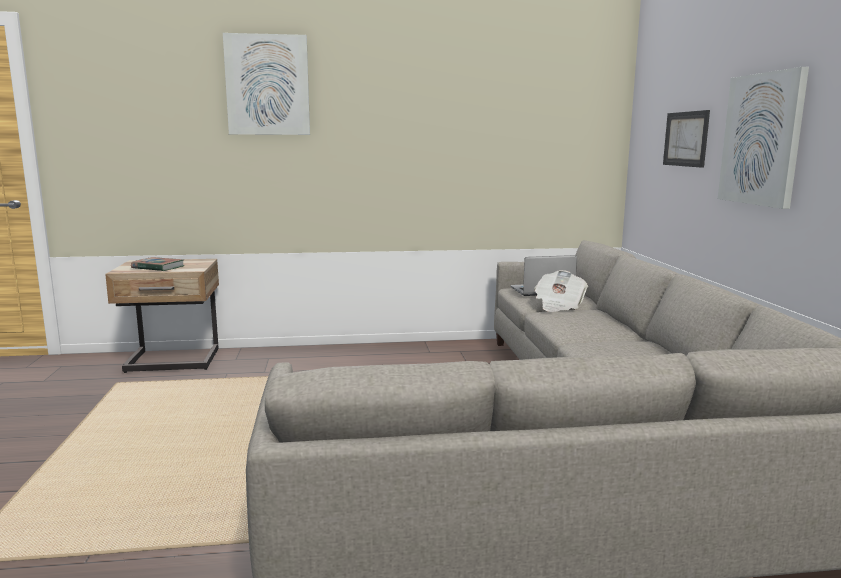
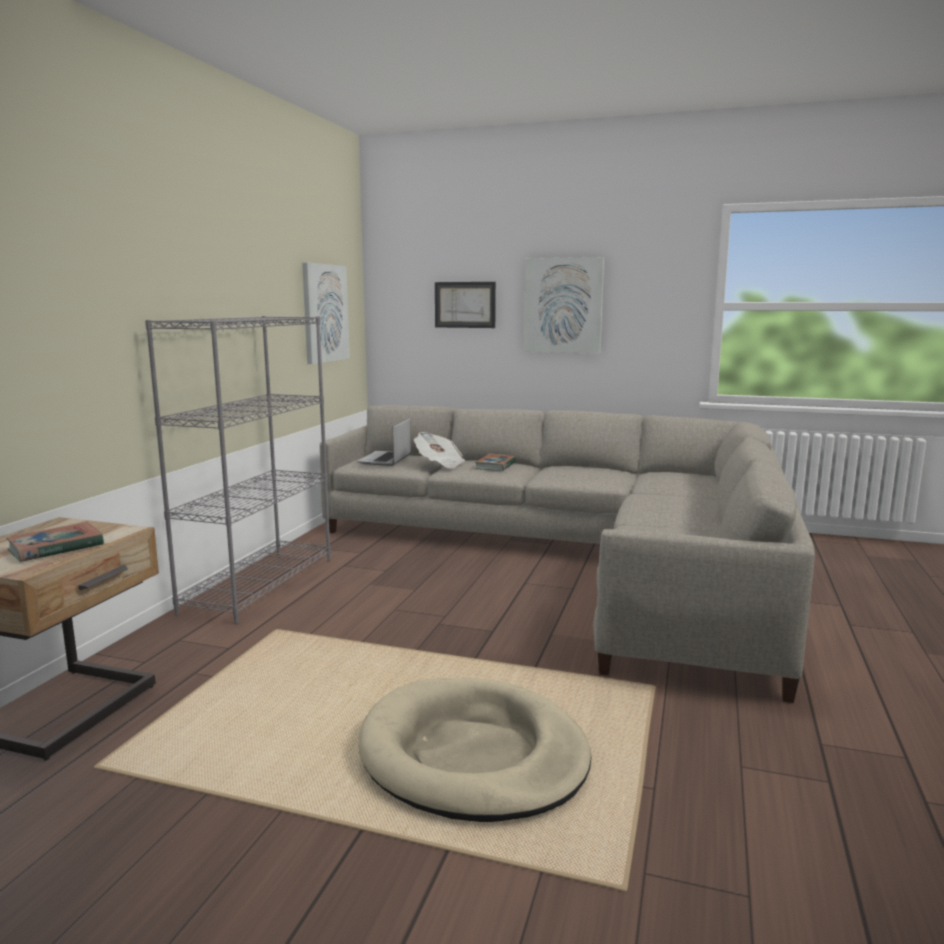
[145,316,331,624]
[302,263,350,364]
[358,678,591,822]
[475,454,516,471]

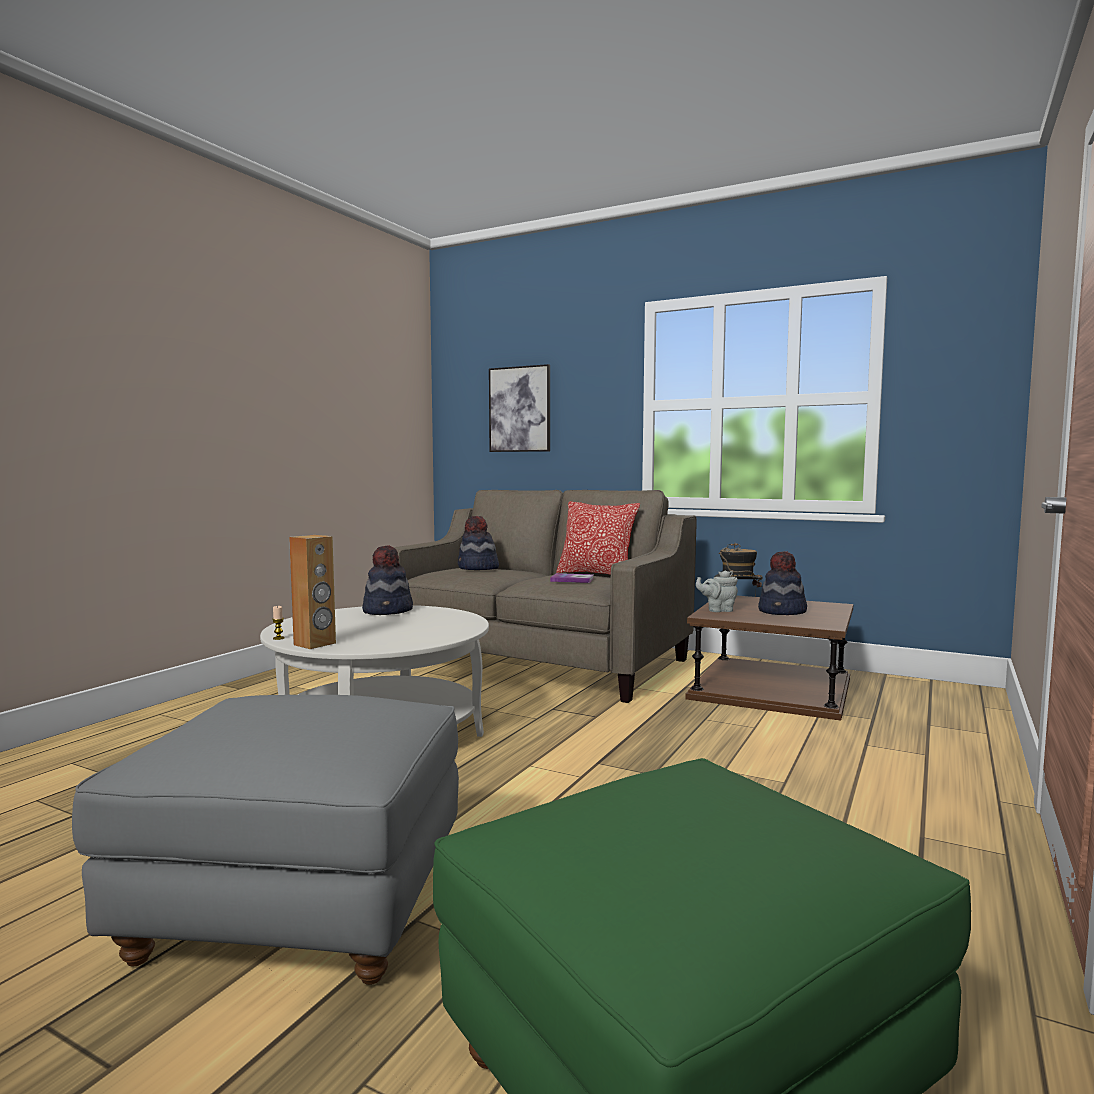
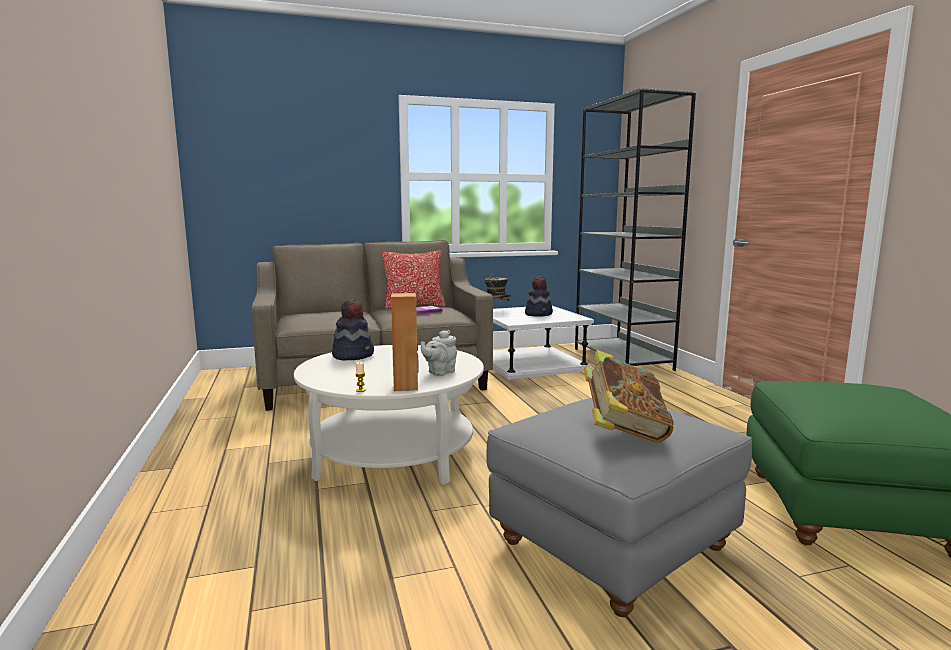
[421,330,457,376]
[493,306,594,380]
[575,88,696,371]
[584,350,674,443]
[458,516,499,570] (first image)
[489,364,550,452] (first image)

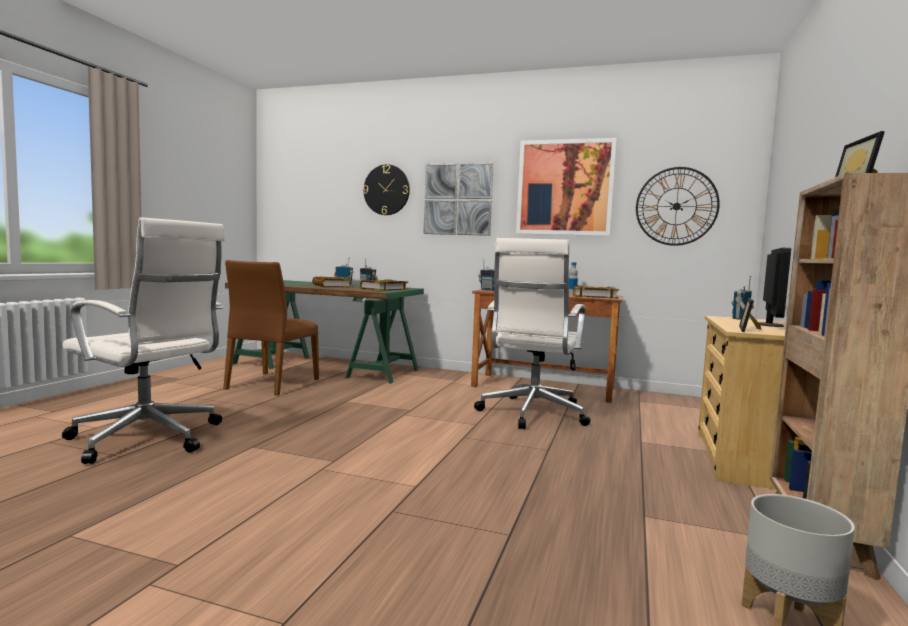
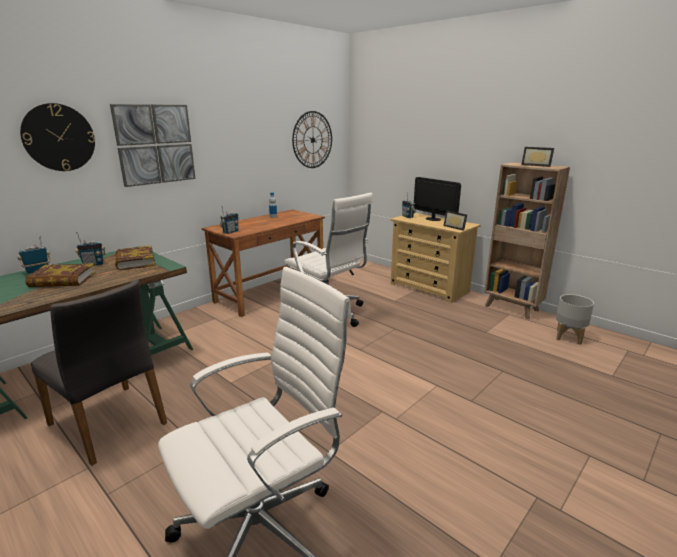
[31,280,167,466]
[516,138,617,236] (first image)
[573,285,619,299] (first image)

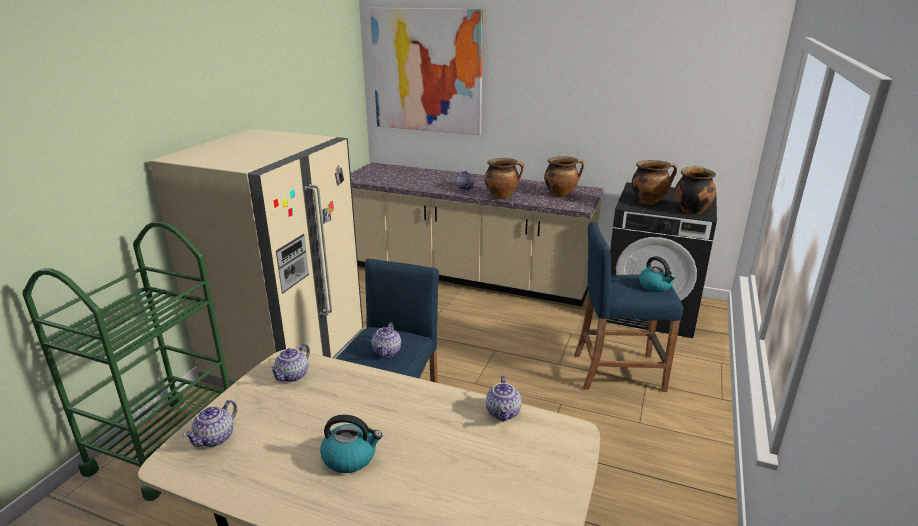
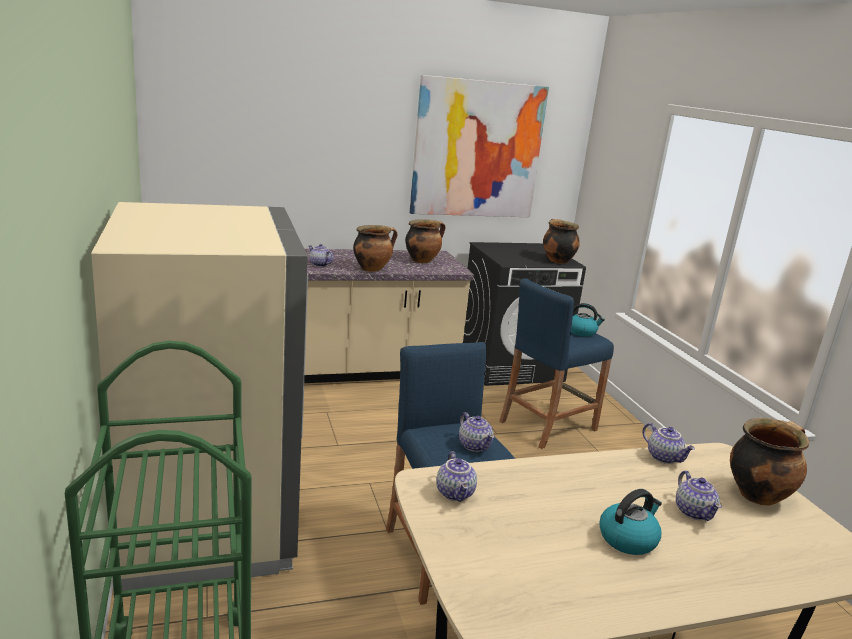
[409,75,549,217]
[676,471,722,521]
[730,418,809,506]

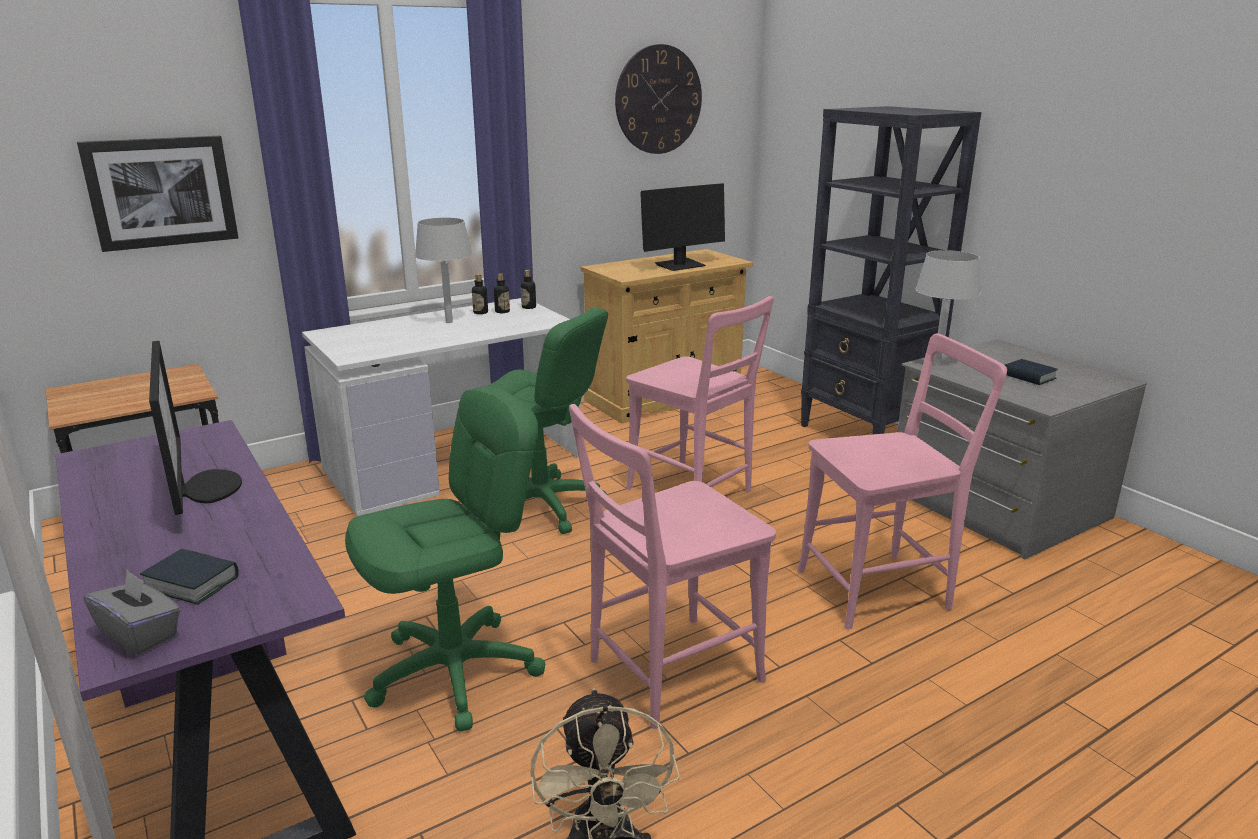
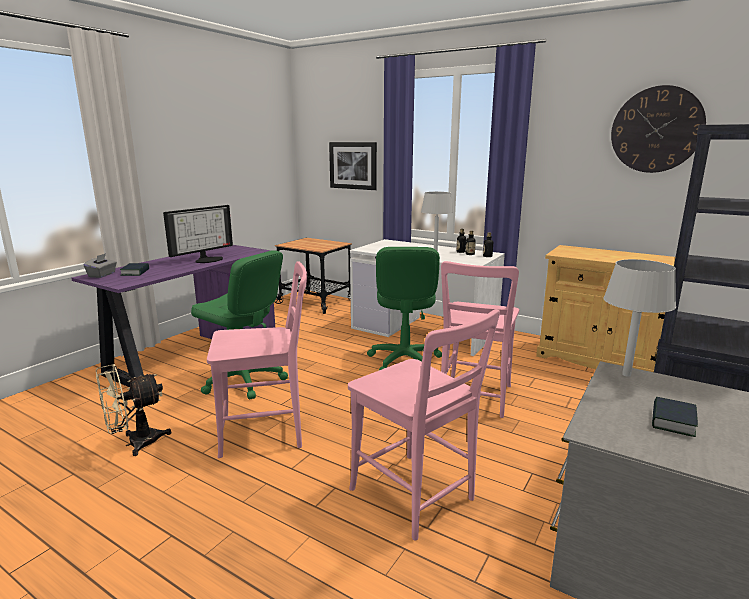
[207,261,307,458]
[640,183,725,271] (first image)

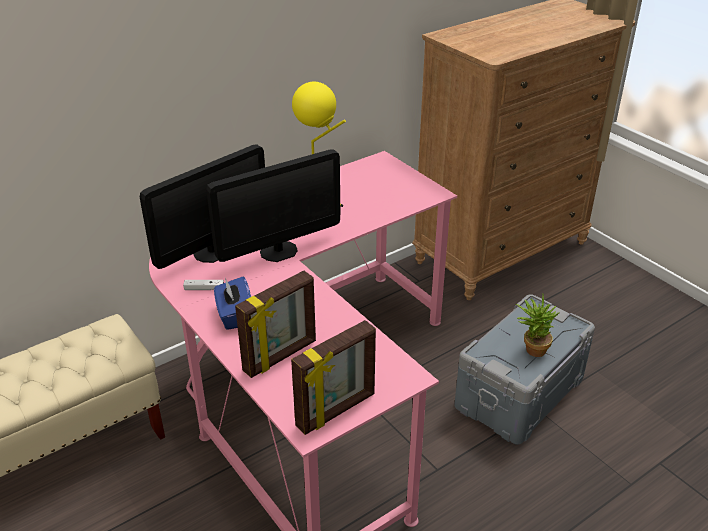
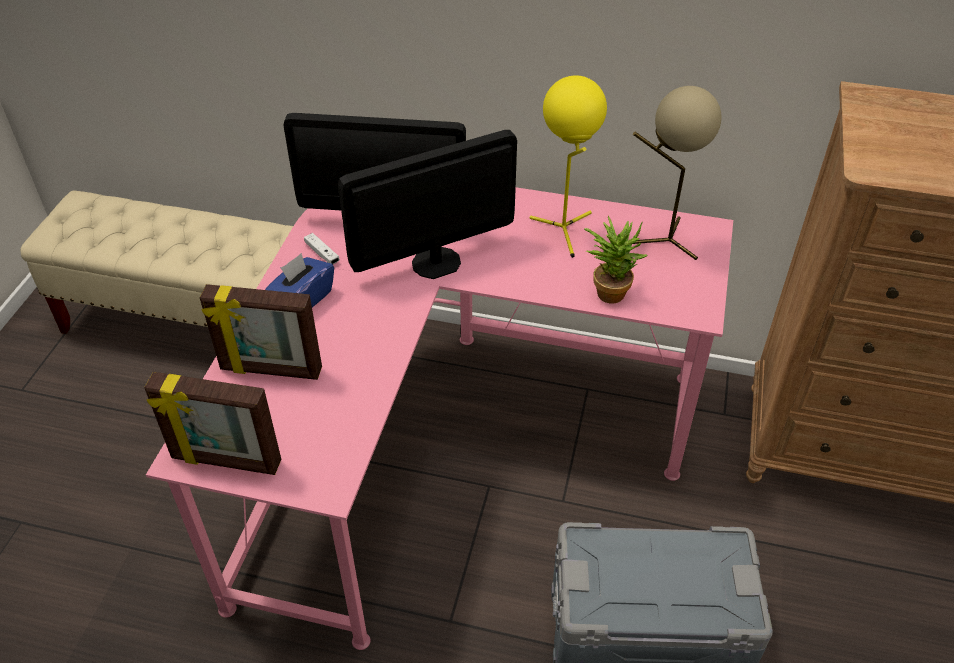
[338,130,517,279]
[584,216,648,304]
[633,86,721,260]

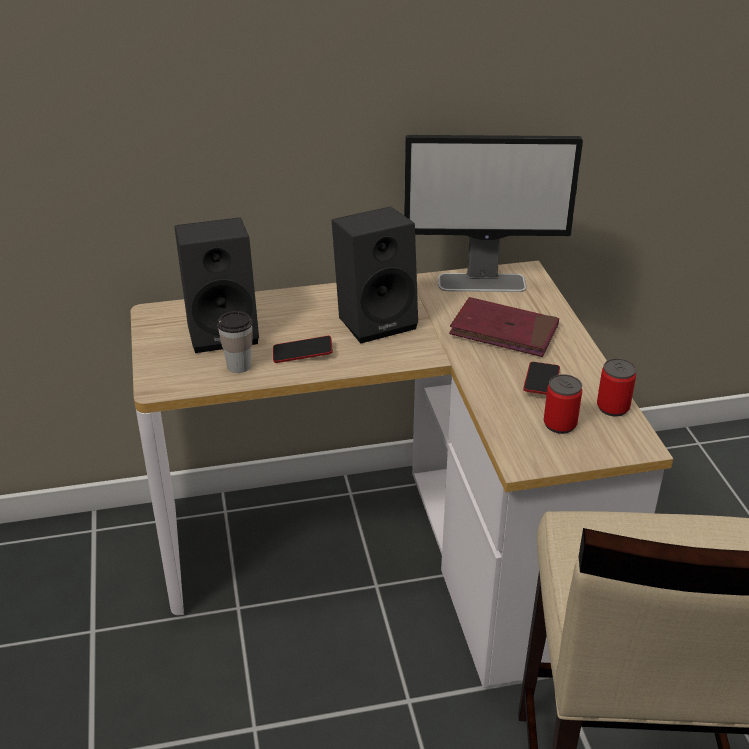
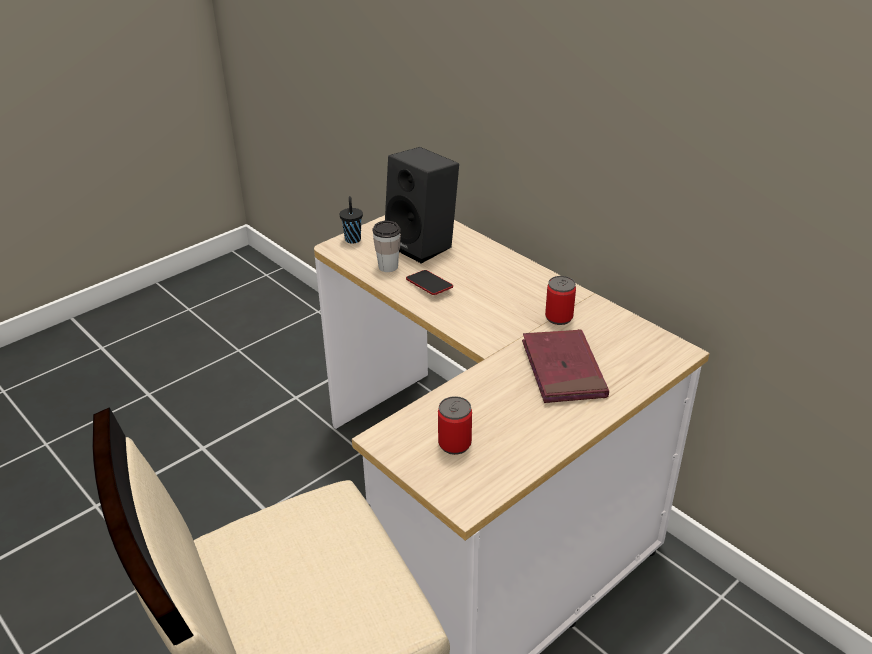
[340,196,363,244]
[545,276,576,325]
[332,207,418,344] (first image)
[404,135,583,292] (first image)
[523,362,560,395] (first image)

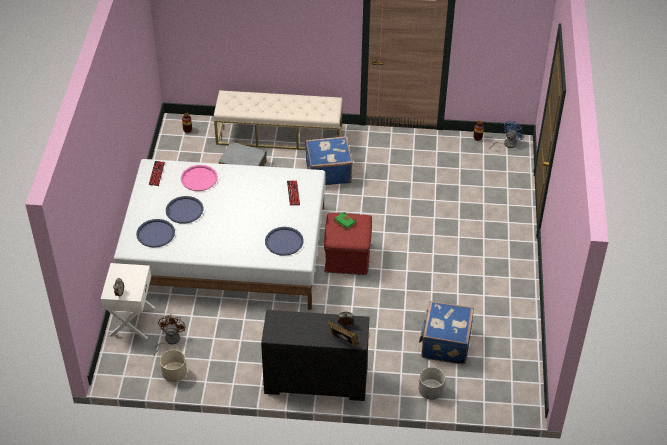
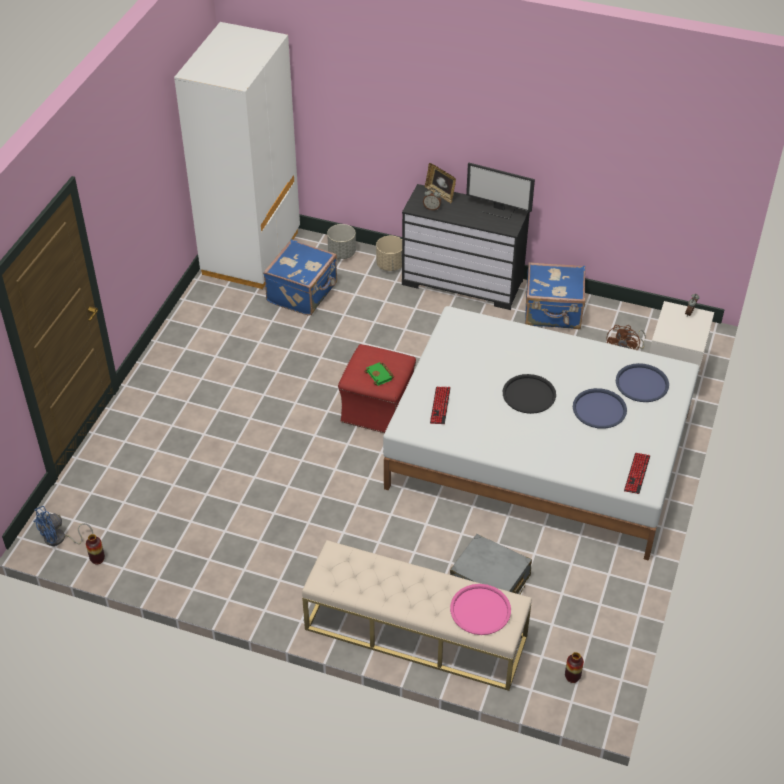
[174,22,300,289]
[376,236,402,271]
[450,584,511,635]
[466,162,535,219]
[503,374,556,414]
[525,262,585,329]
[265,227,304,256] (first image)

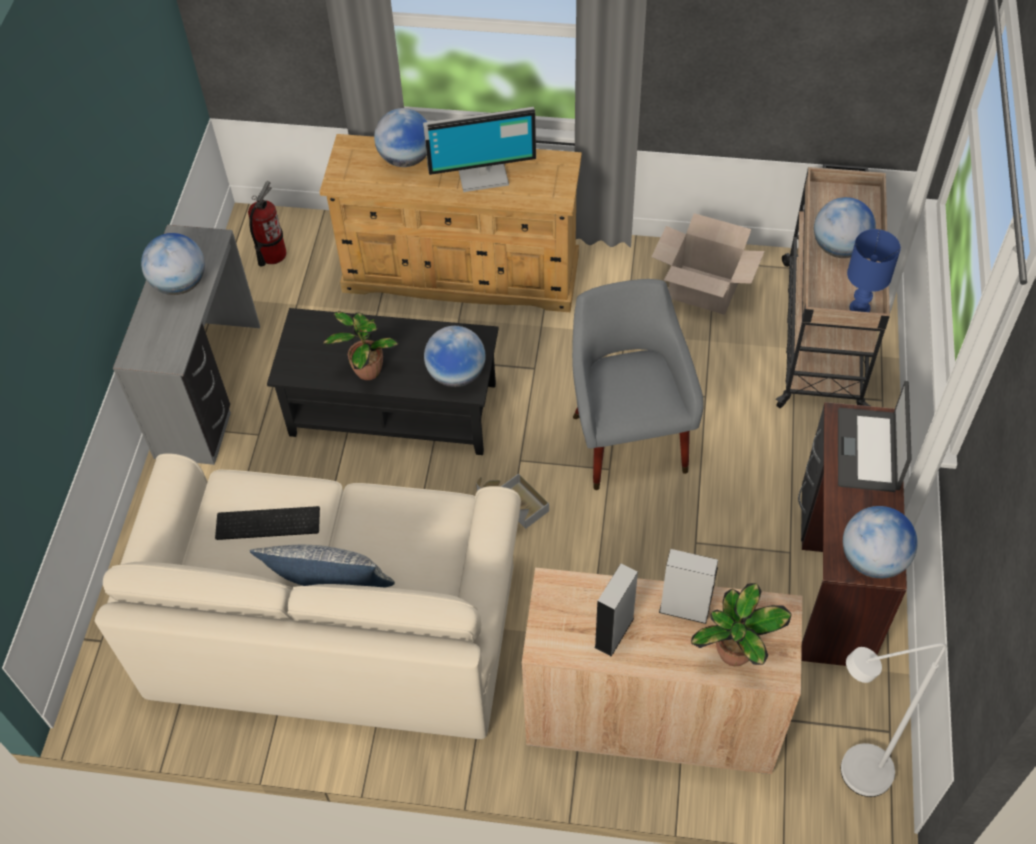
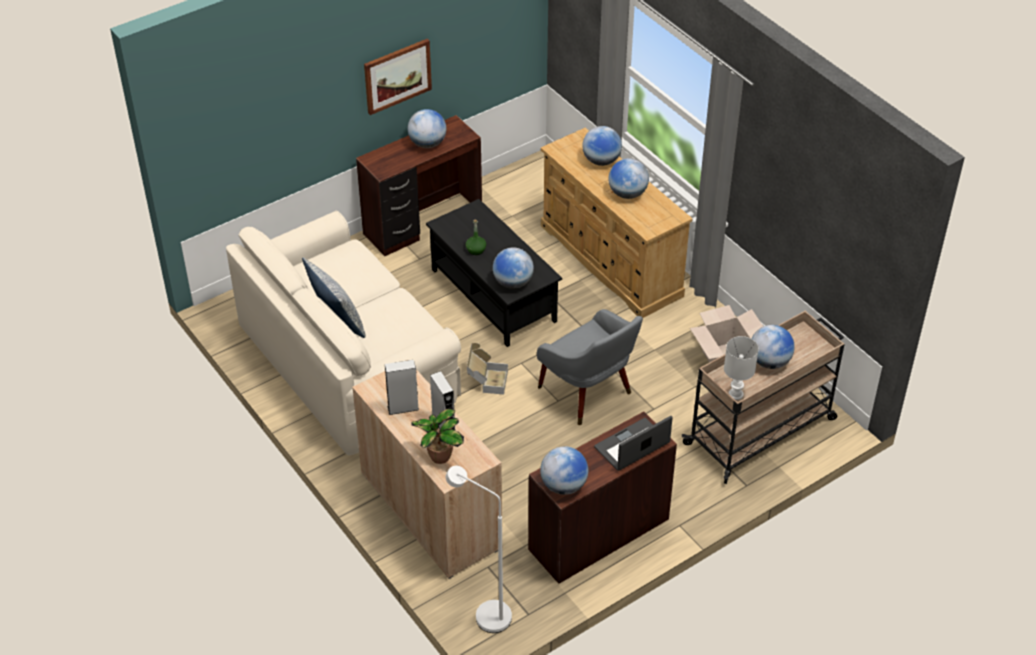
[356,115,482,256]
[364,39,432,115]
[466,220,486,255]
[537,309,643,425]
[609,158,649,199]
[724,336,759,400]
[215,506,320,540] (first image)
[248,181,286,266] (first image)

